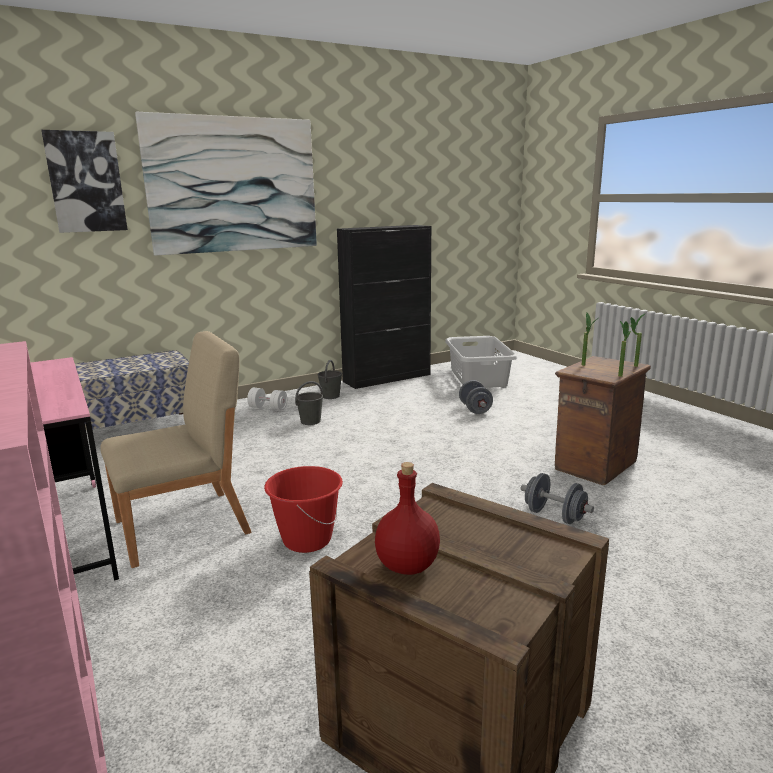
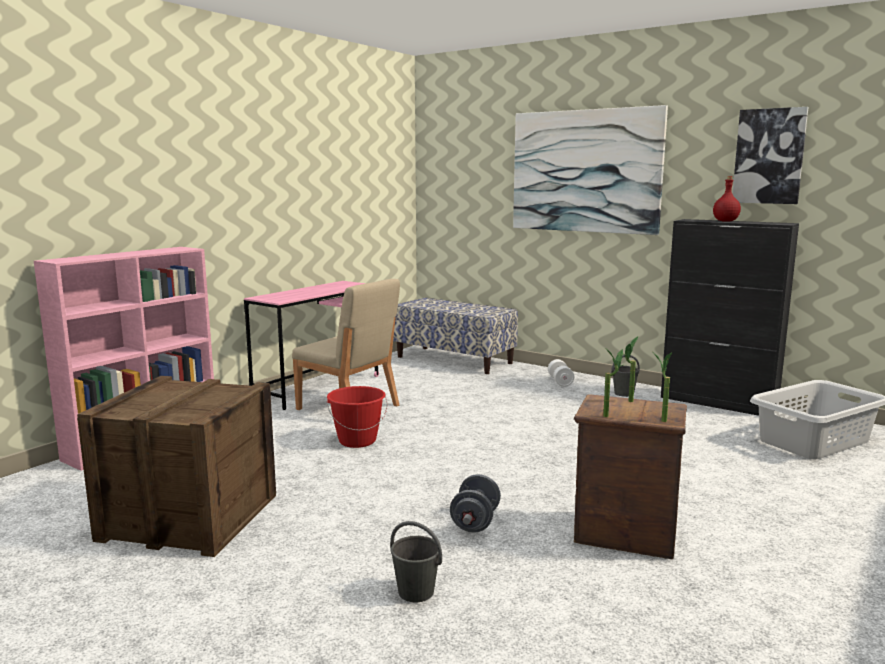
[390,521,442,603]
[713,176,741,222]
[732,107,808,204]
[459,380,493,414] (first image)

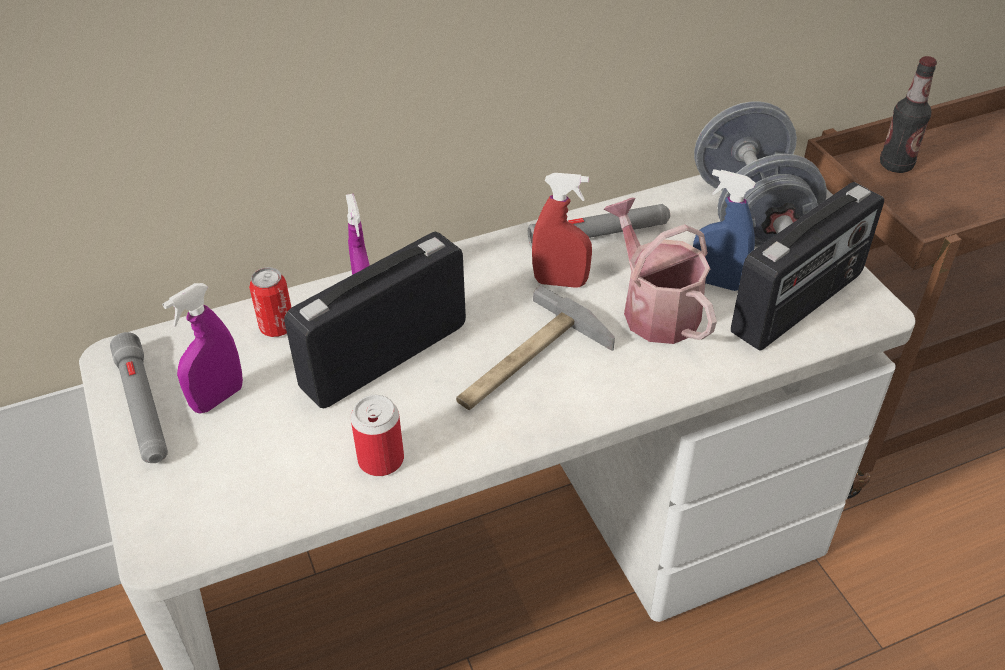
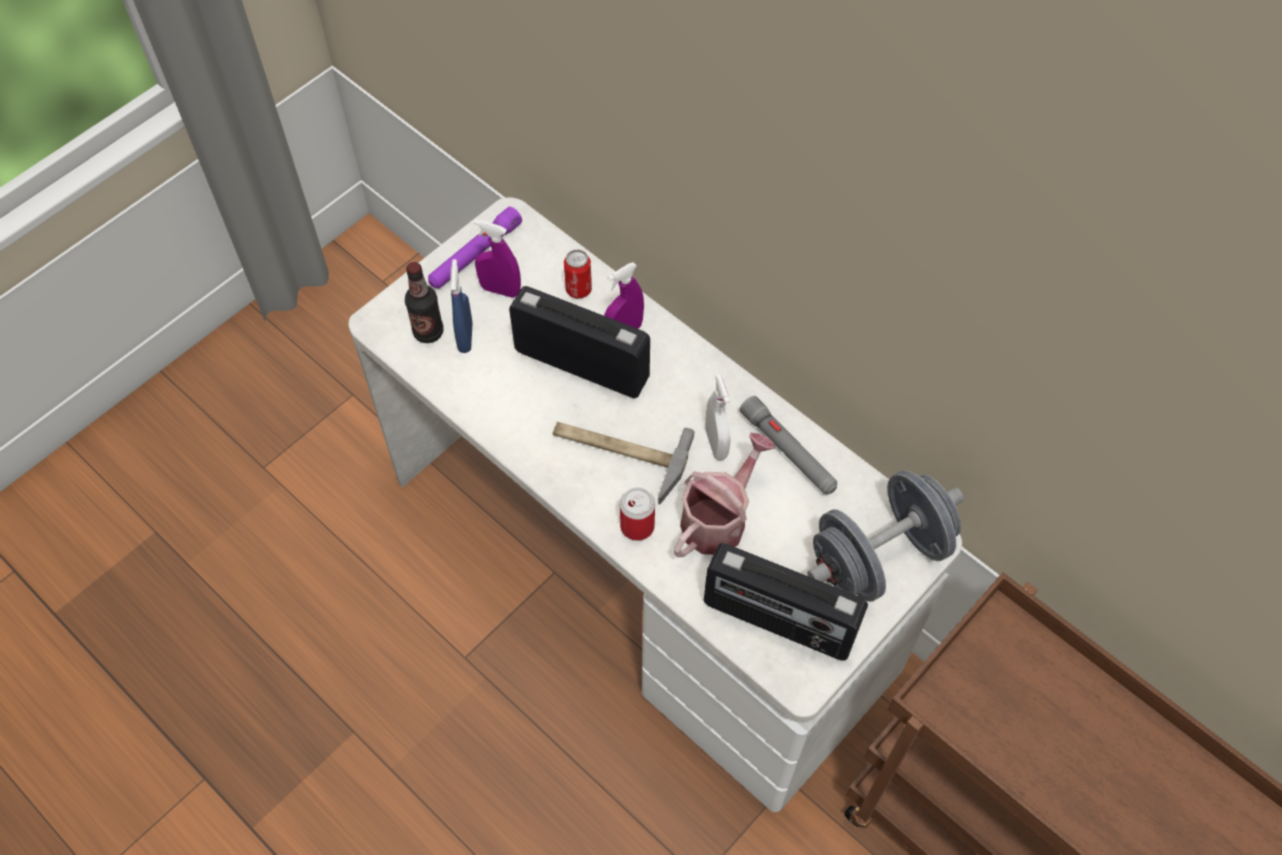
[405,262,444,343]
[428,207,522,288]
[450,259,472,353]
[620,487,655,541]
[705,374,731,461]

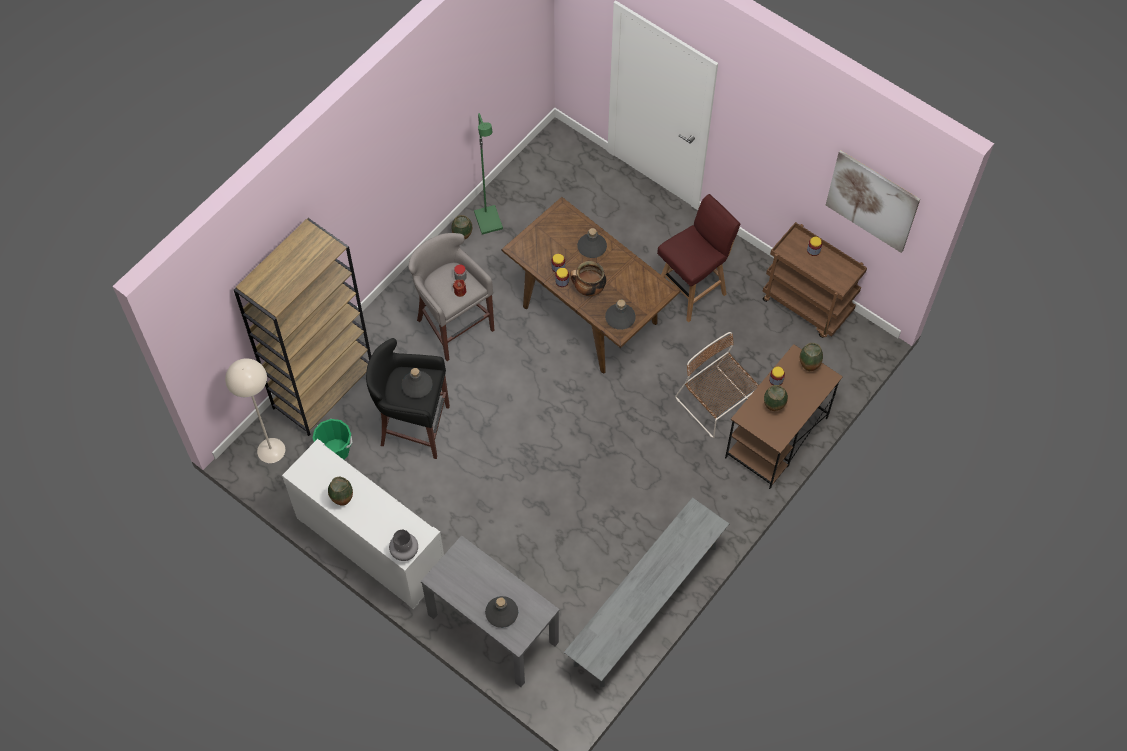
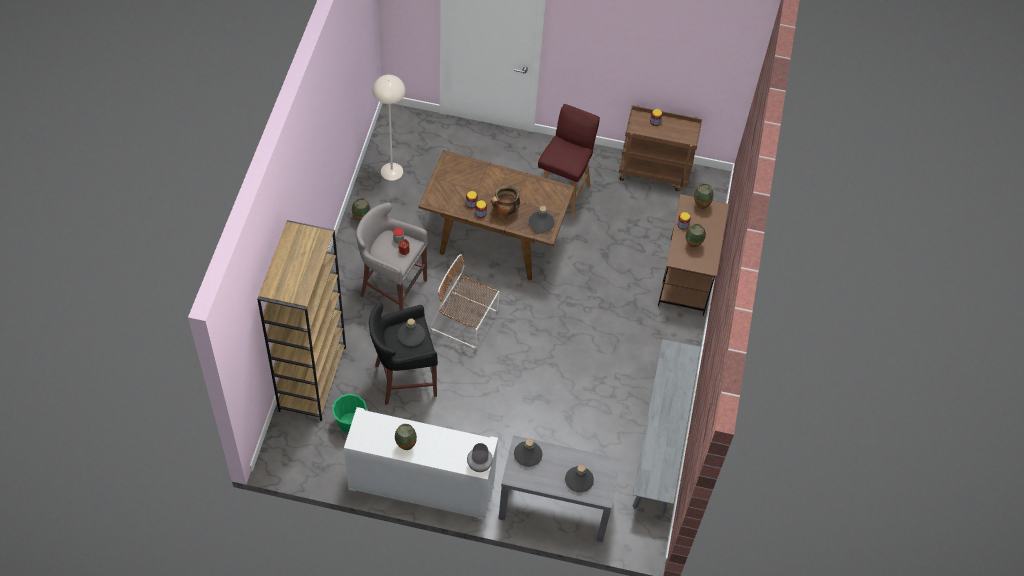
[372,75,405,181]
[430,254,500,348]
[514,439,543,467]
[474,113,503,235] (first image)
[826,150,920,253] (first image)

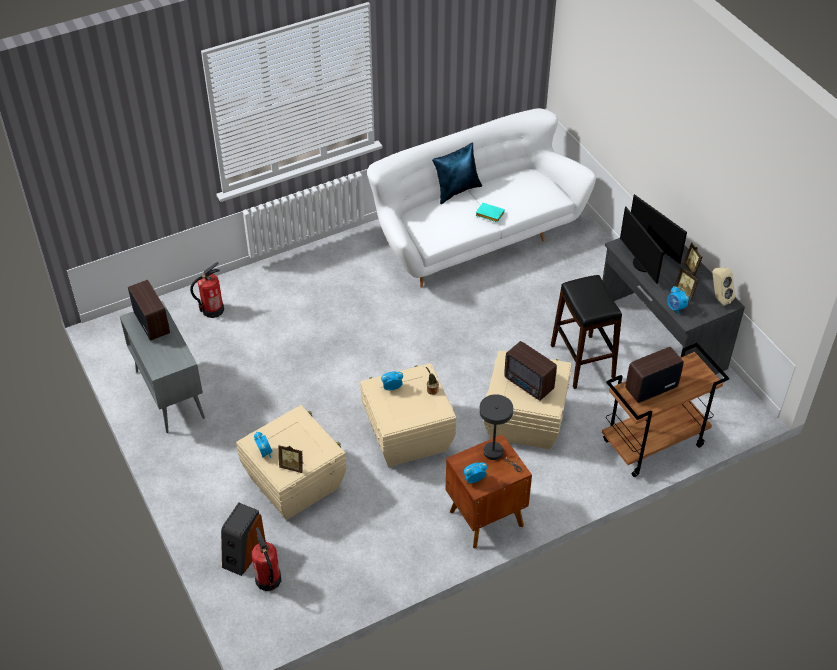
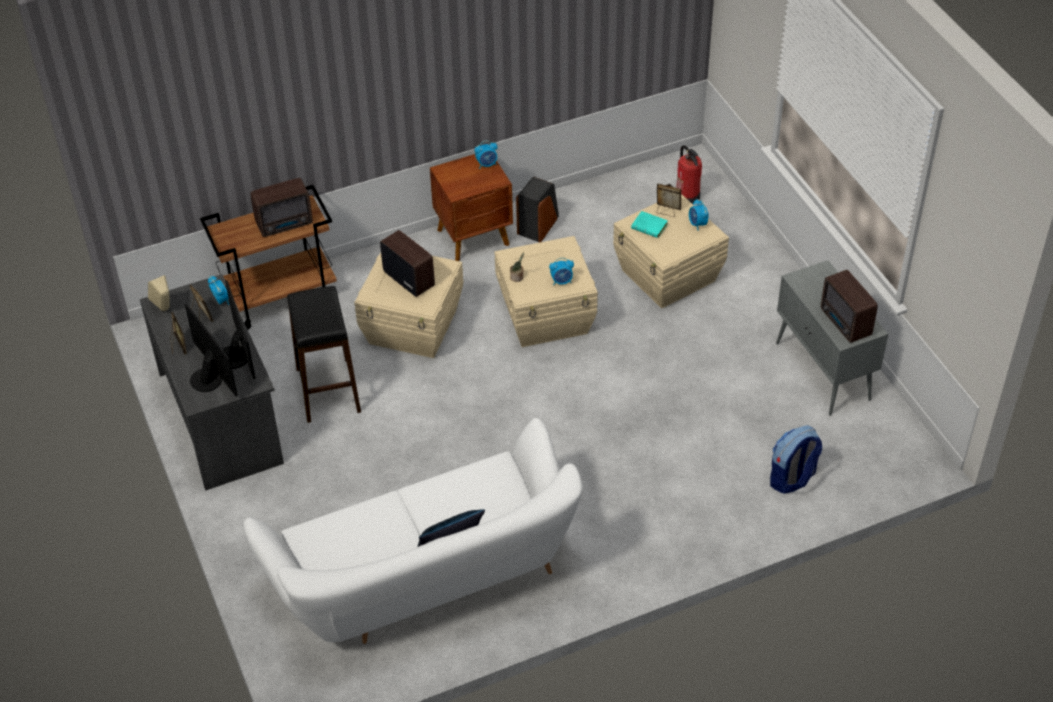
[516,177,559,243]
[631,211,668,238]
[770,425,822,494]
[479,394,522,472] (first image)

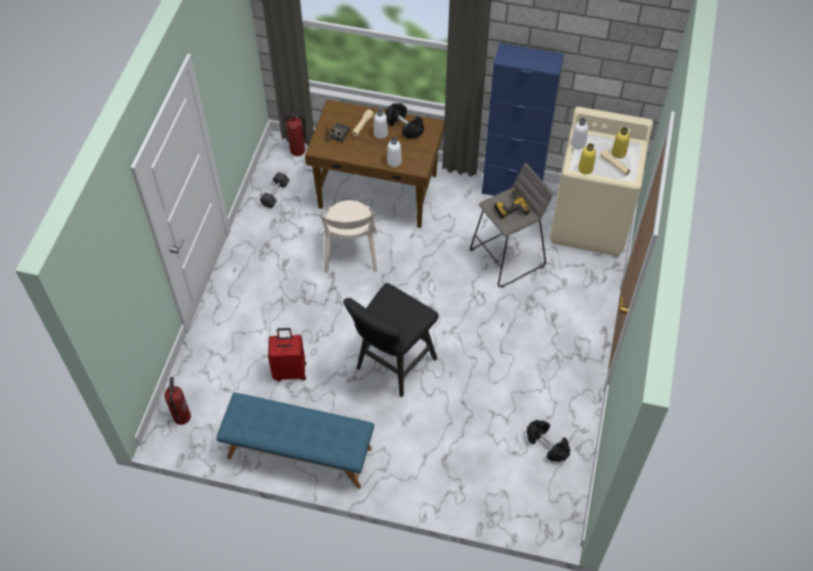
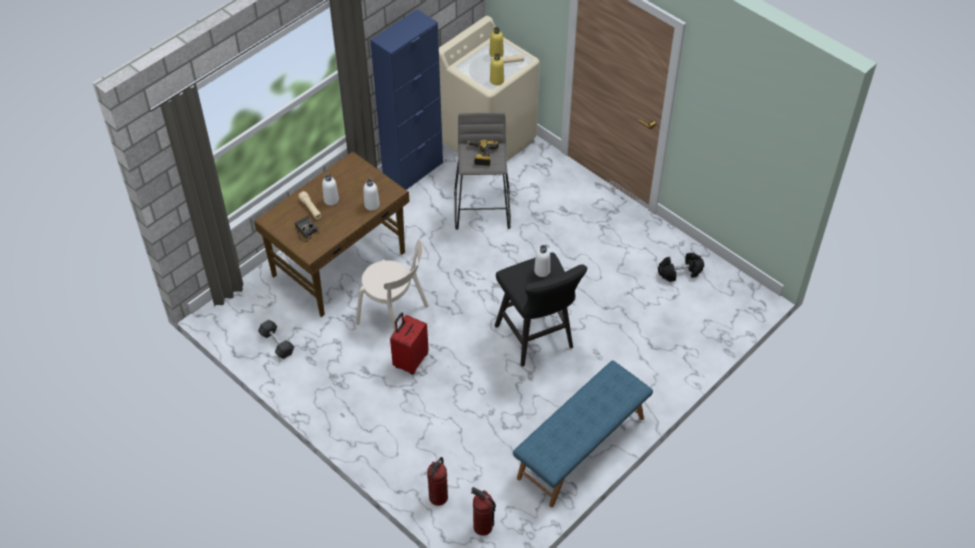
[390,312,429,375]
[427,457,448,506]
[534,245,550,277]
[386,103,424,139] (first image)

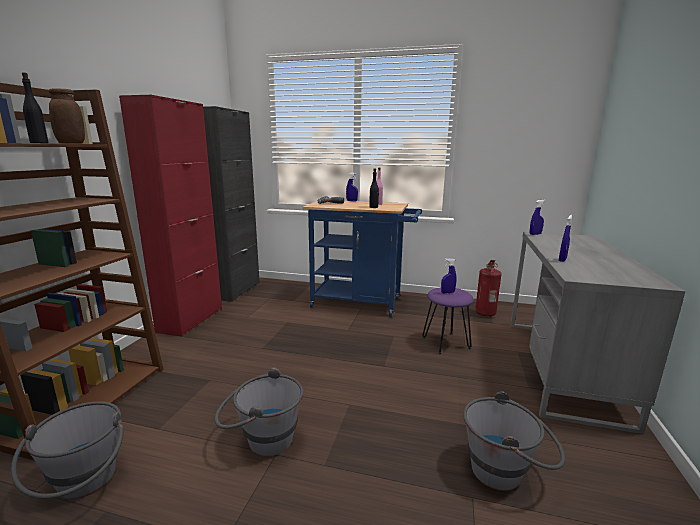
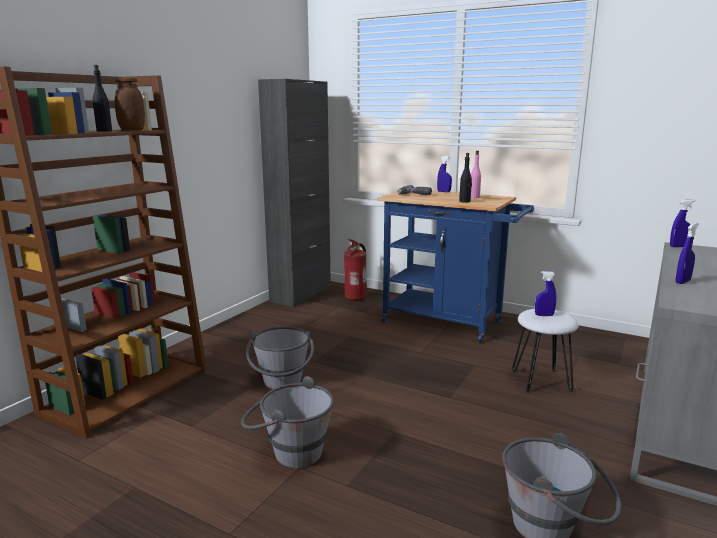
[246,326,314,389]
[344,239,367,302]
[512,309,579,393]
[119,95,222,336] (first image)

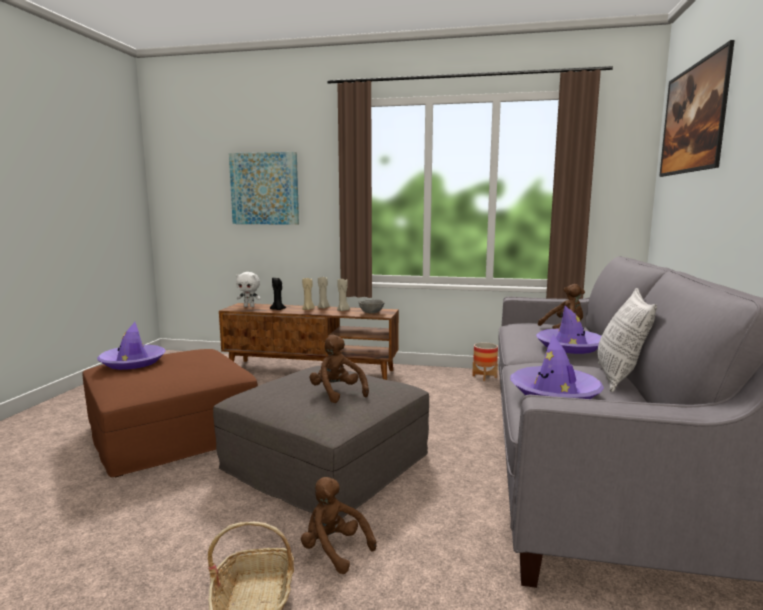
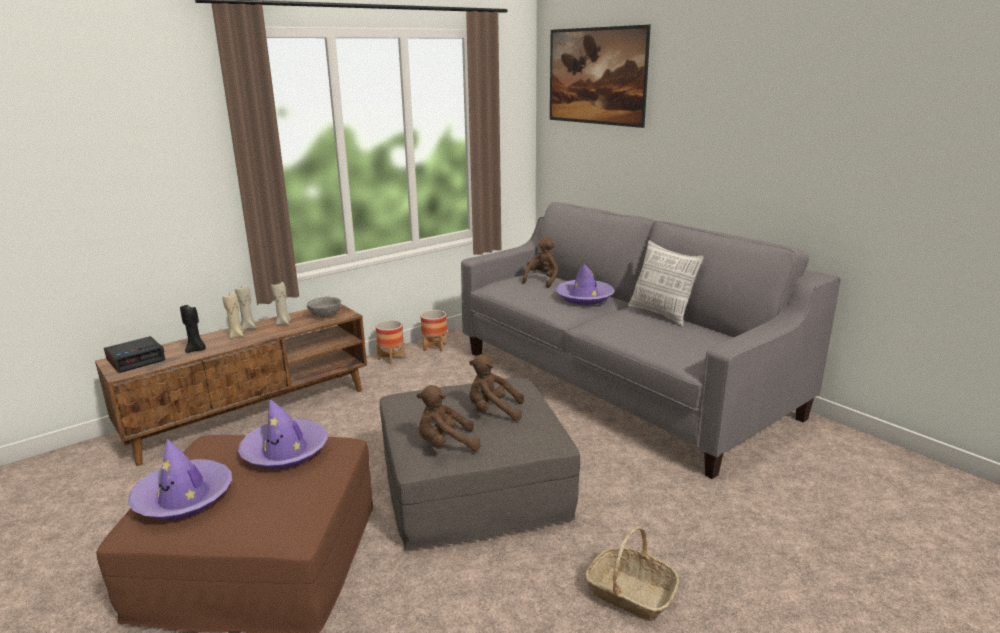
[104,336,165,373]
[238,399,328,469]
[376,320,405,365]
[417,385,481,451]
[229,152,299,225] (first image)

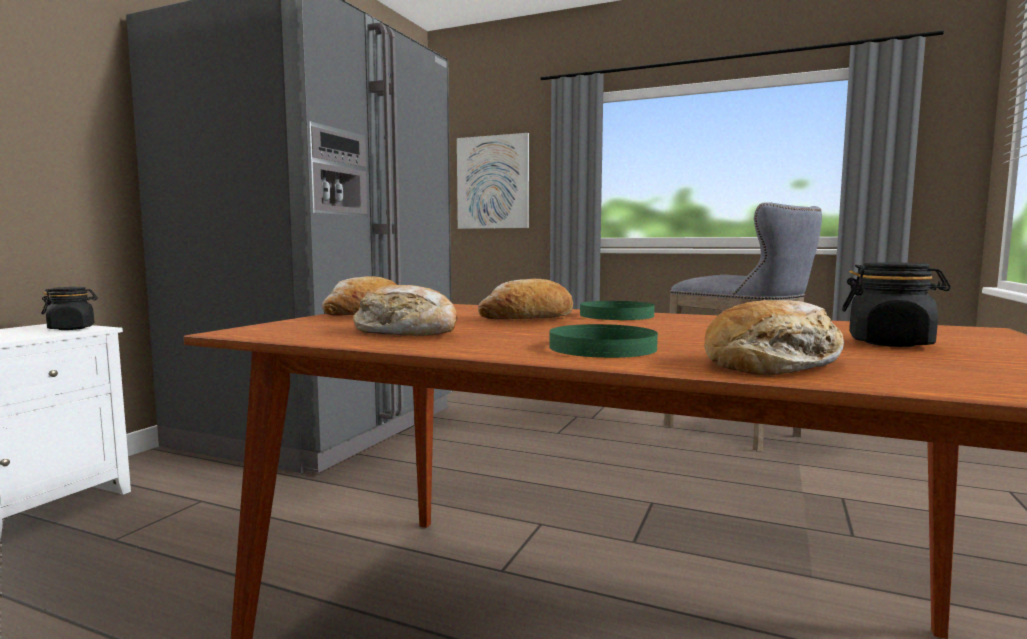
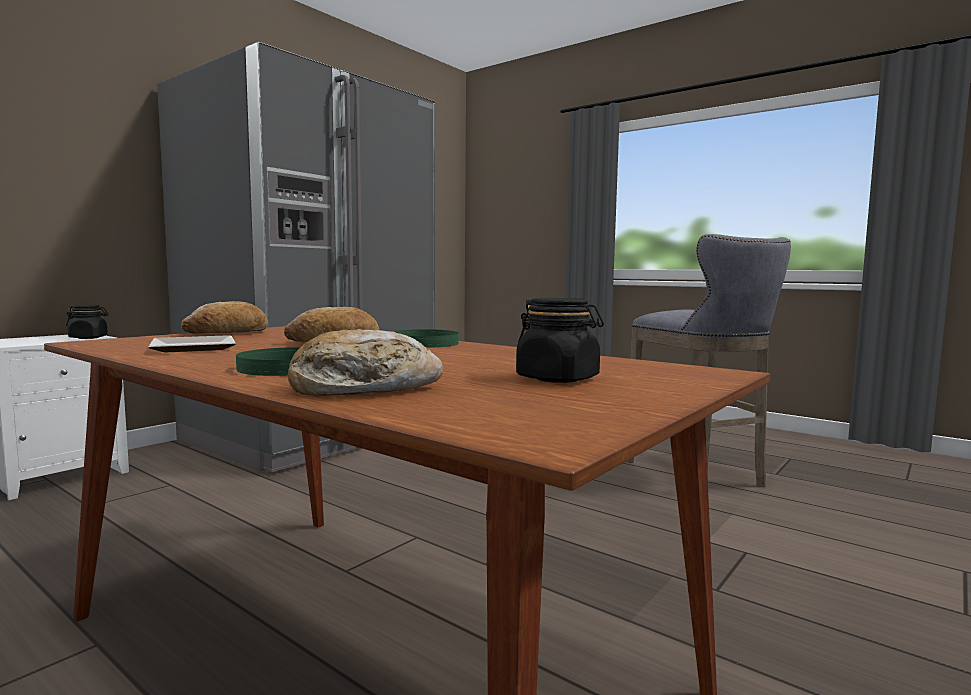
[149,335,236,352]
[457,133,529,229] (first image)

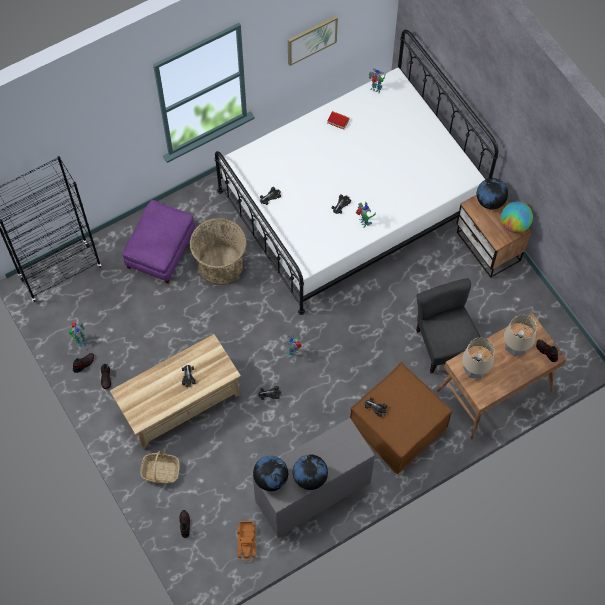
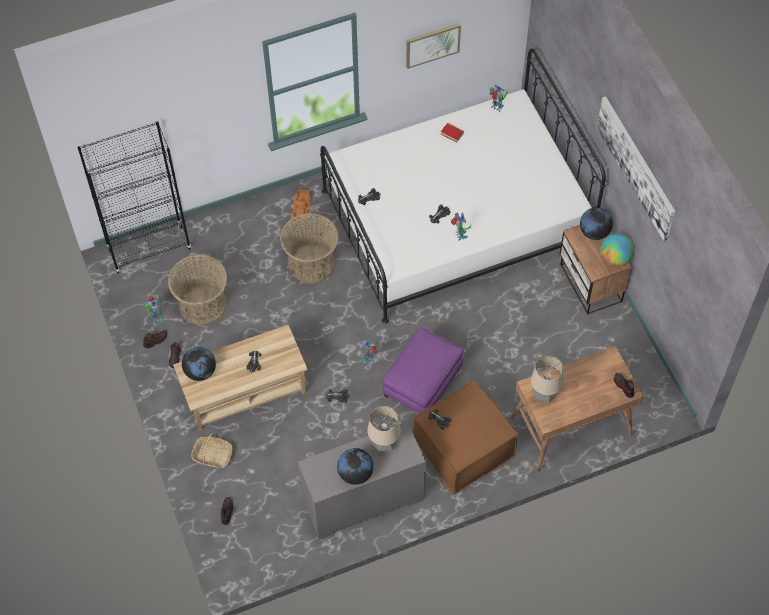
[168,254,227,326]
[182,347,216,381]
[291,189,312,222]
[367,406,401,452]
[382,327,463,414]
[597,96,675,241]
[416,278,481,373] (first image)

